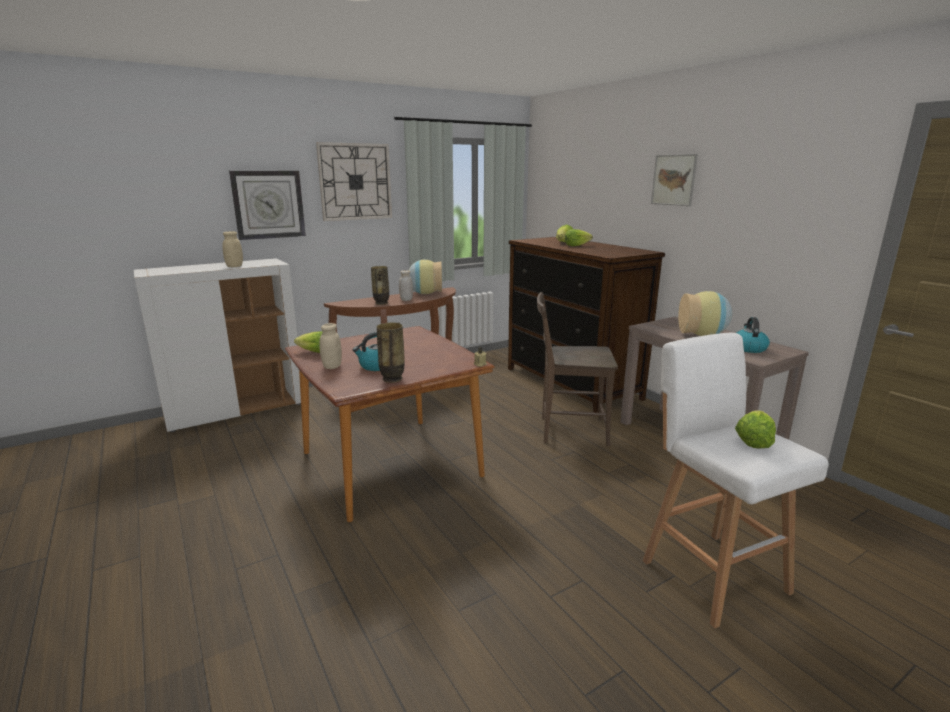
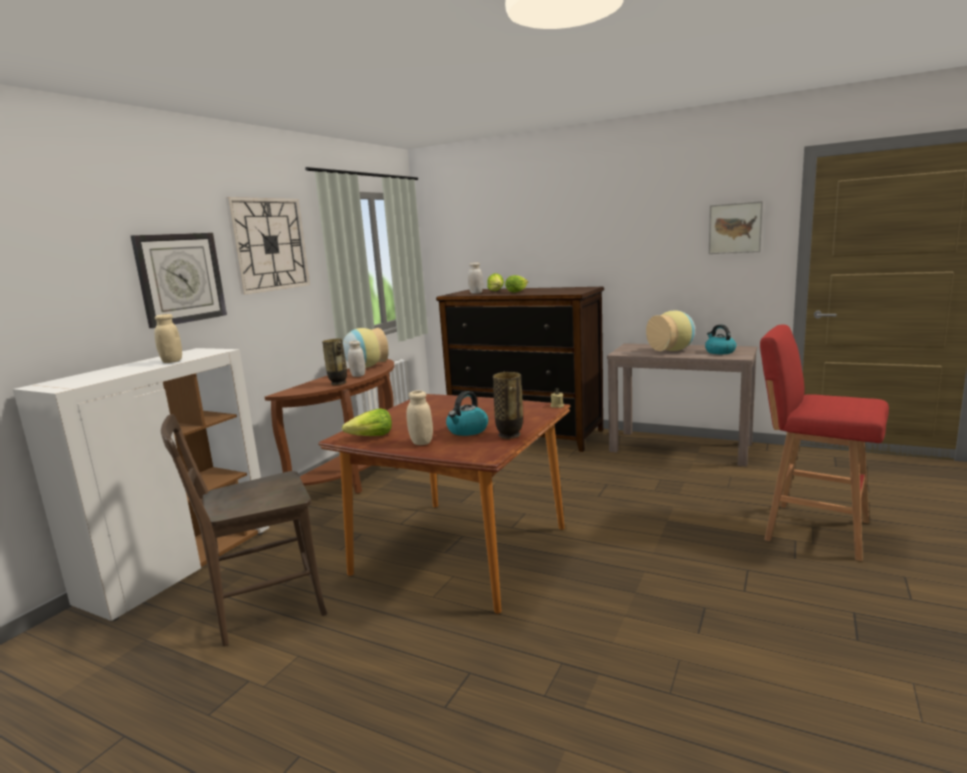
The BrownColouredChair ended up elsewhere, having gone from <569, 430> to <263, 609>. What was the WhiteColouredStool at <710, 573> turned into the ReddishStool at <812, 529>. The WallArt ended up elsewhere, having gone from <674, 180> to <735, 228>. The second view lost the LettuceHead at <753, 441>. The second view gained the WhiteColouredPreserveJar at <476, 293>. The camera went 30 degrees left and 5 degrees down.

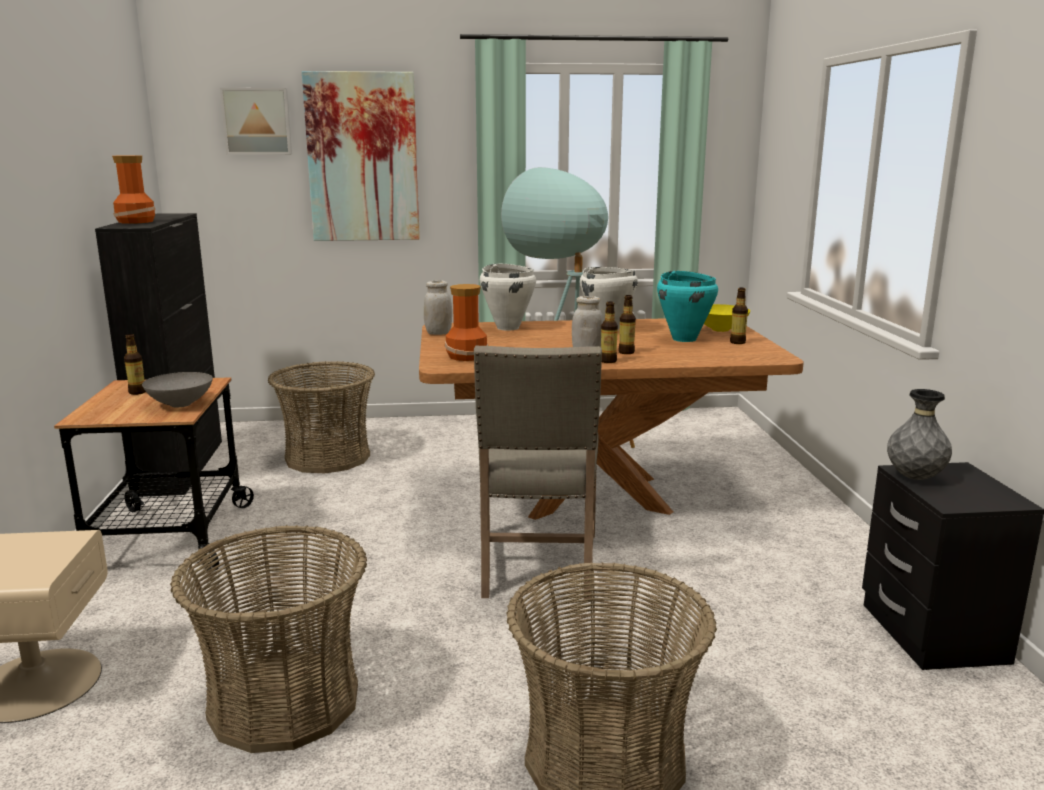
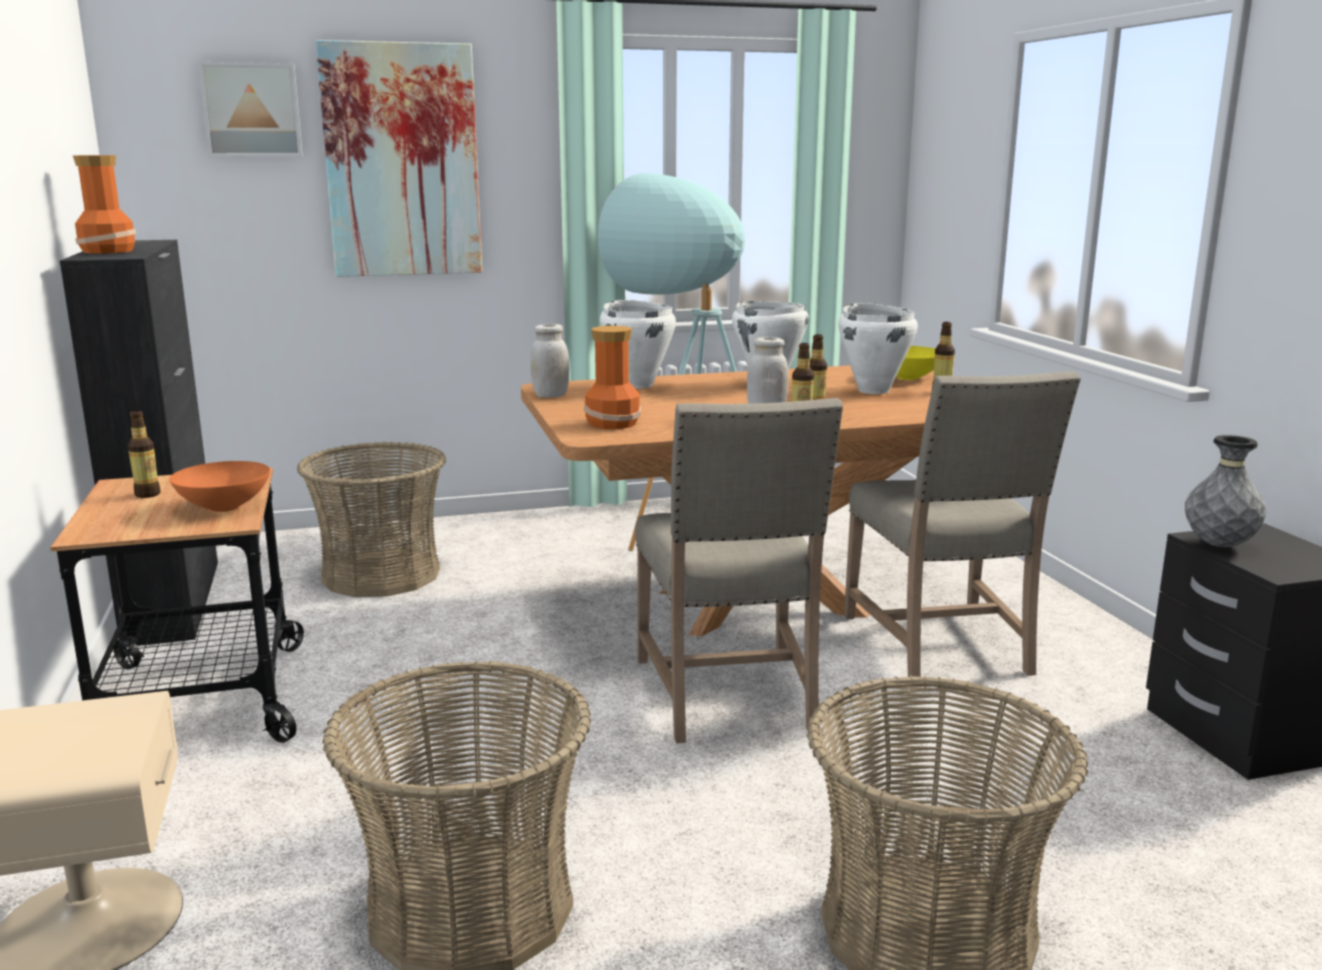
What was the GreyBowl at <181, 404> turned into the OrangeBowl at <226, 507>. What was the BlueGreenStockpot at <684, 339> turned into the WhiteColouredStockpot at <873, 390>. The second view gained the BeigeChair at <942, 646>. The camera went 10 degrees left and 0 degrees up.

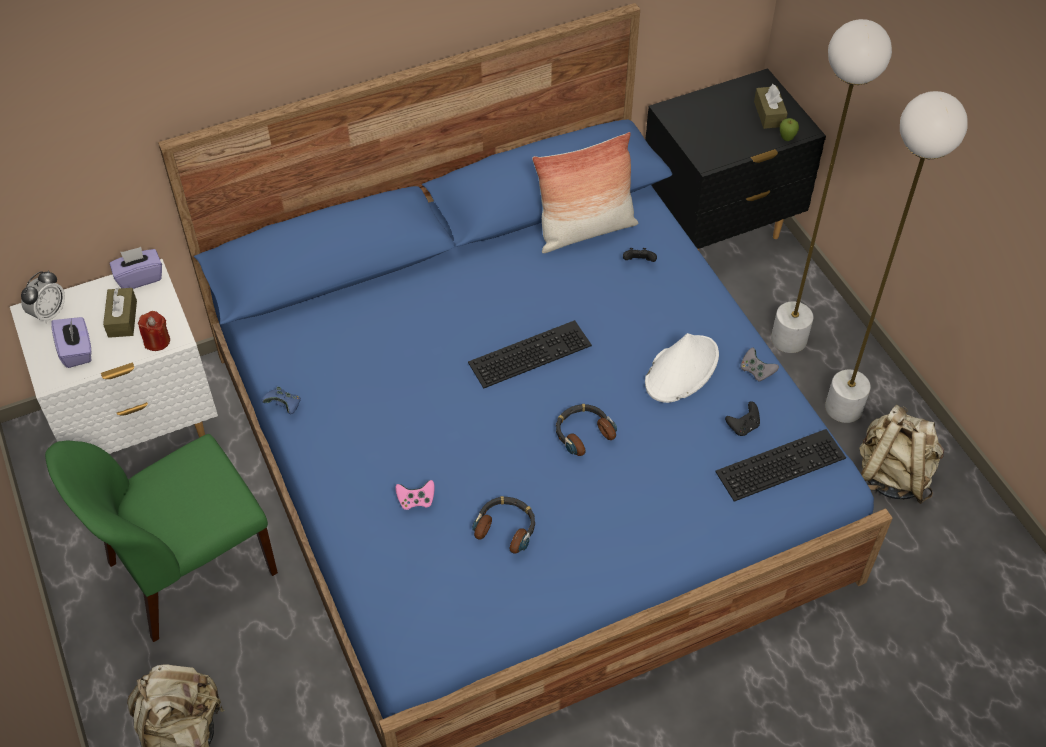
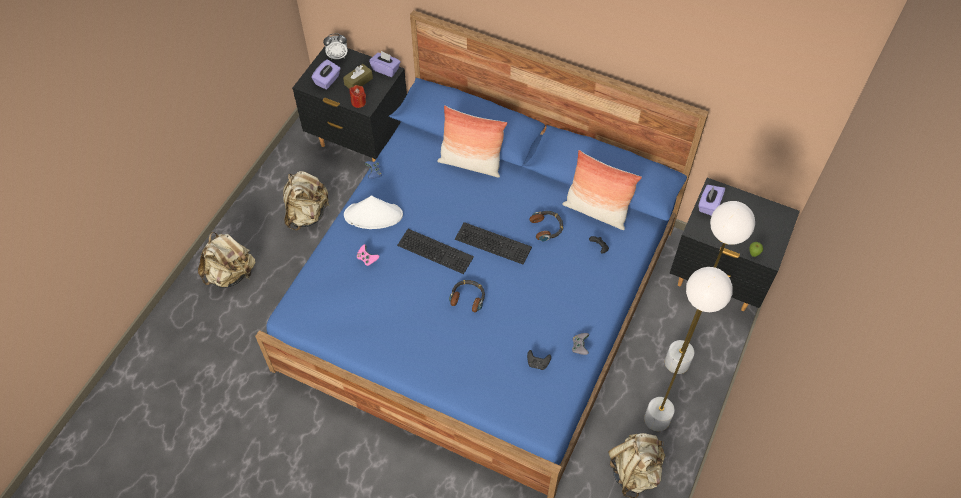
What was the WhiteColouredNightTable at <141, 429> turned into the BlackNightTable at <359, 141>. Where the GreenChair stood at <188, 569>, the BeigeBackpack came to stand at <307, 214>. The Headset ended up elsewhere, having gone from <506, 527> to <547, 227>. The WhiteColouredClothingHat ended up elsewhere, having gone from <682, 369> to <373, 215>. The Keyboard ended up elsewhere, having gone from <780, 462> to <436, 250>. The second view lost the BrownColouredTissueBox at <769, 114>. The second view gained the Cushion at <471, 163>. The second view gained the PurpleColouredTissueBox at <709, 205>. The camera went 50 degrees right and 5 degrees up.

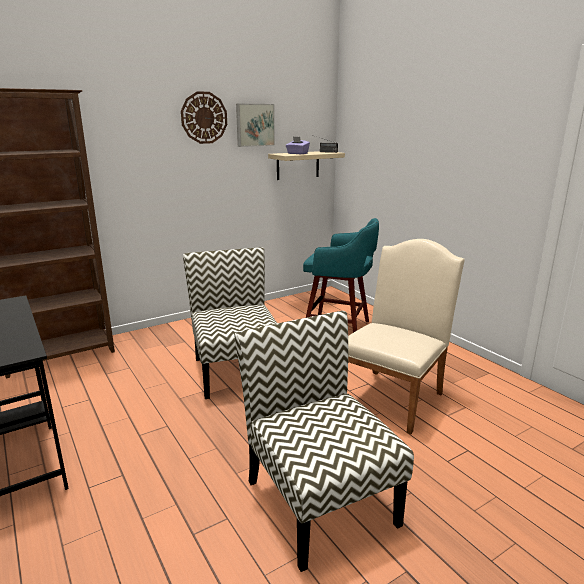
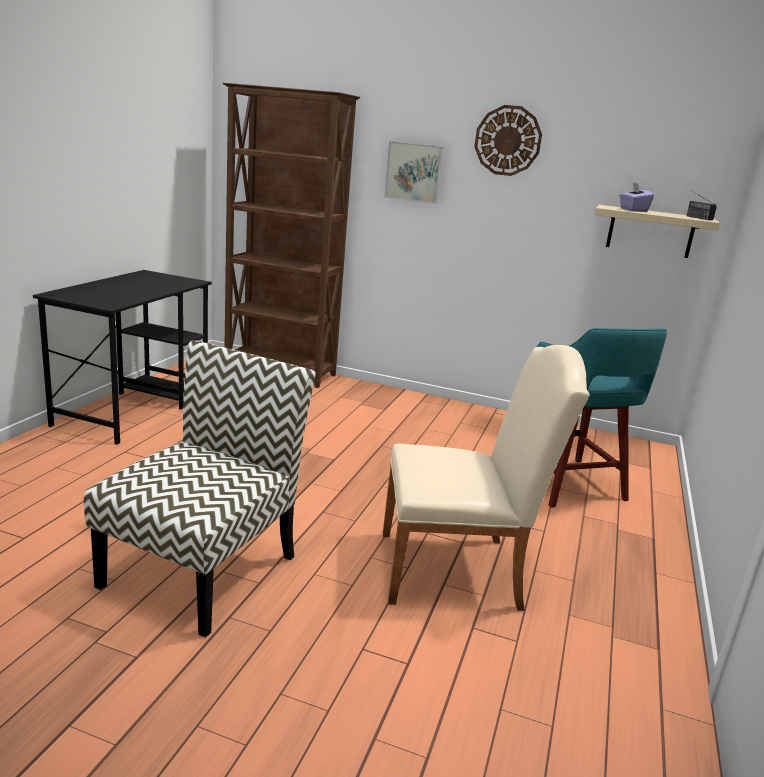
The second view lost the Chair at <235, 371>. The WallArt ended up elsewhere, having gone from <254, 125> to <414, 172>. The camera went 50 degrees right and 0 degrees up.

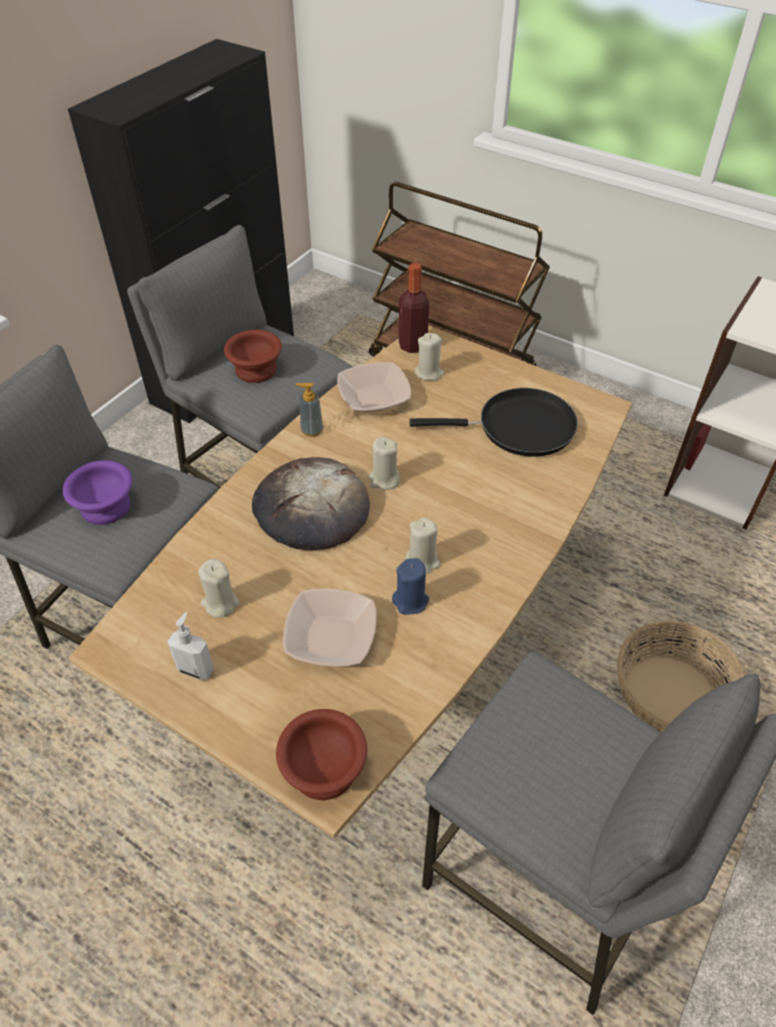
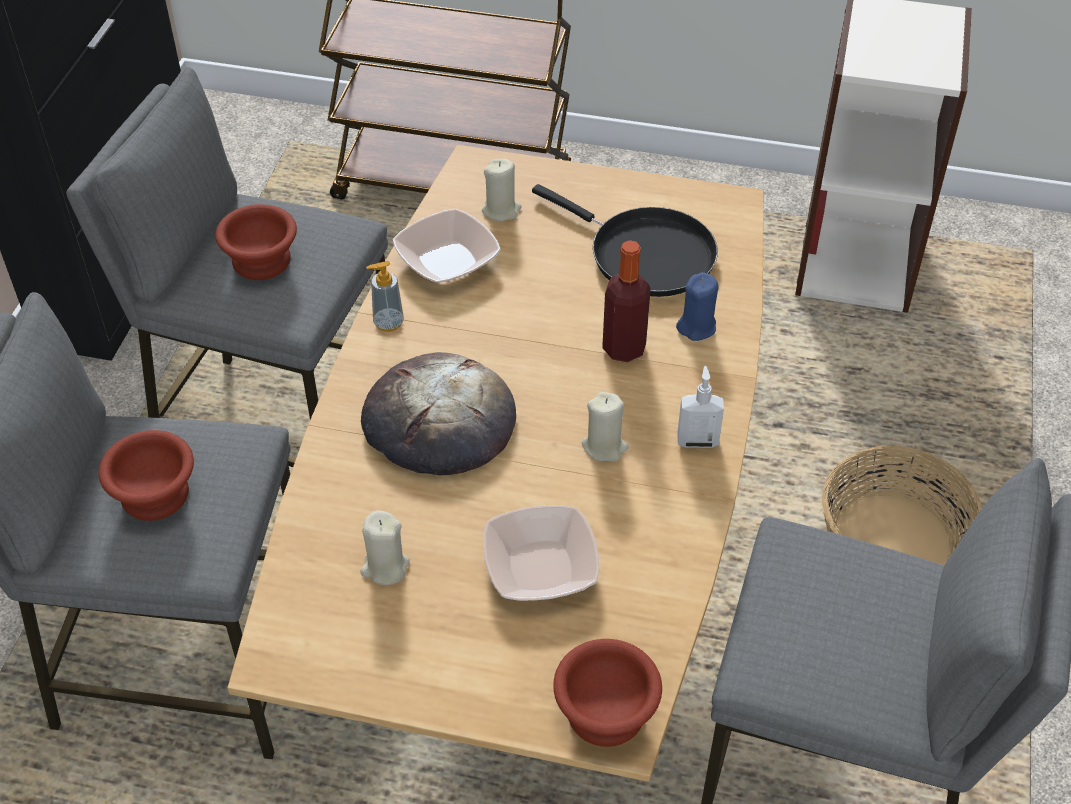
What was the PurpleColouredBowl at <108, 506> turned into the BrownColouredBowl at <157, 493>. The SoapBottle ended up elsewhere, having gone from <196, 669> to <697, 440>. The second view lost the BeigeWaxLight at <384, 479>. The BlueColouredWaxLight ended up elsewhere, having gone from <411, 601> to <696, 327>. The Bottle ended up elsewhere, having gone from <412, 345> to <624, 348>. The BlackSkillet at <519, 428> ended up facing another way, 60 degrees clockwise from before. The camera went 20 degrees left and 0 degrees up.

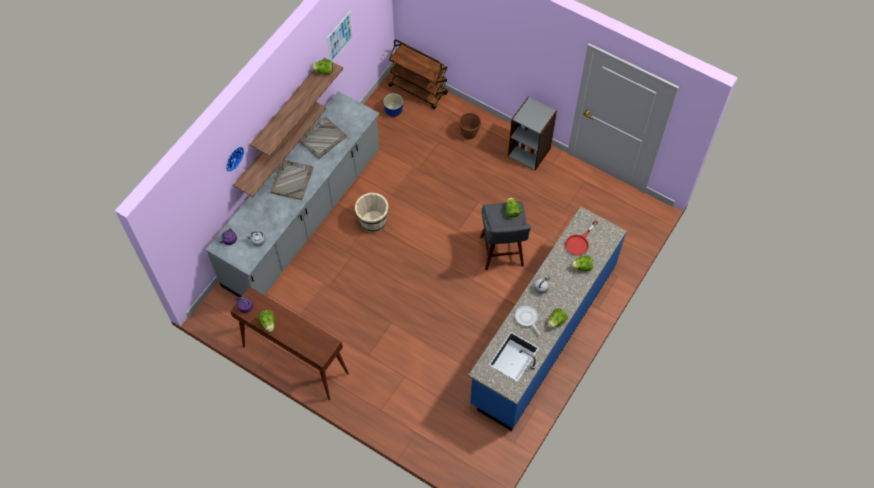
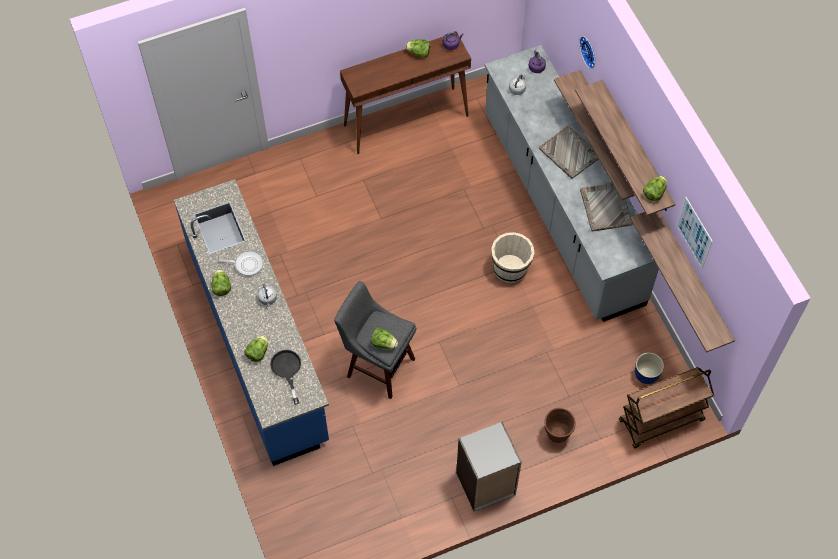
What was the ReddishSkillet at <579, 242> turned into the BlackSkillet at <287, 370>. The second view gained the Shelf at <692, 278>. The camera went 125 degrees right and 0 degrees up.

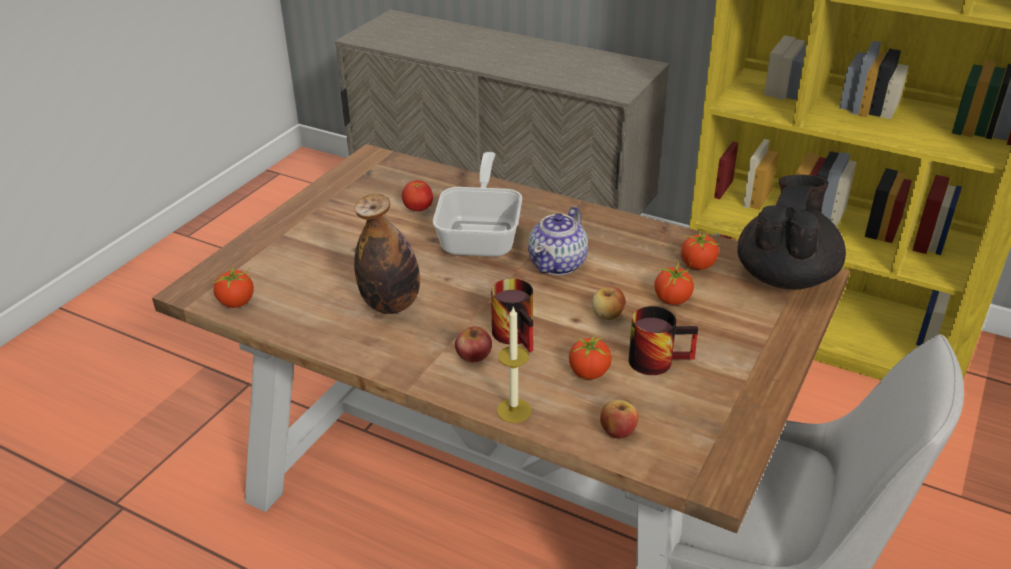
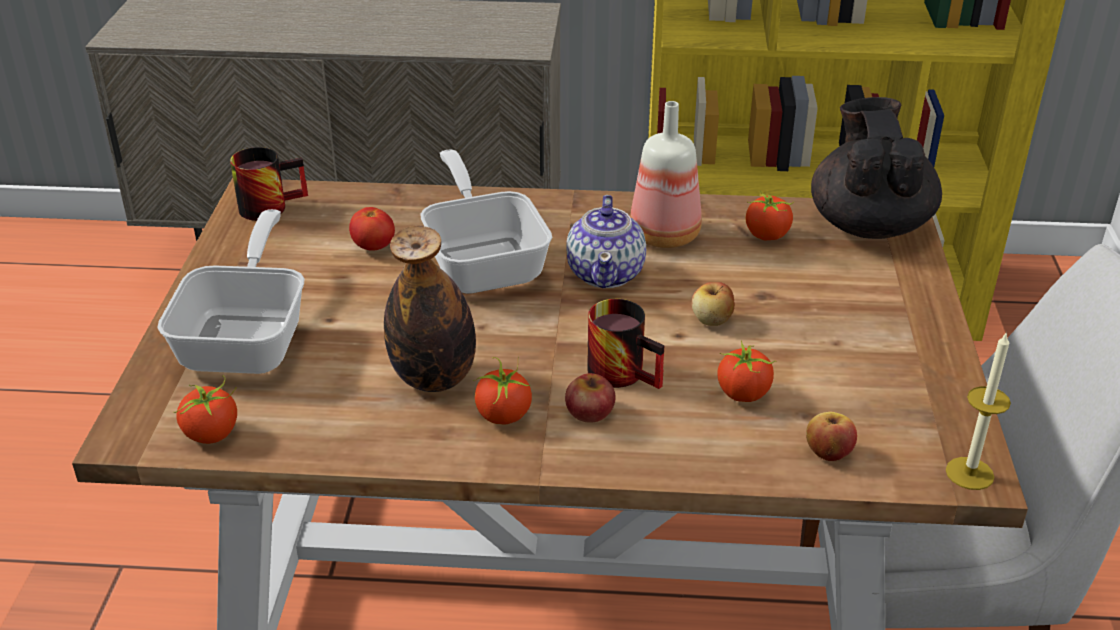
The WaxLight ended up elsewhere, having gone from <514, 410> to <969, 473>. The TeaMug ended up elsewhere, having gone from <658, 358> to <270, 204>. The FreshTomato ended up elsewhere, having gone from <672, 299> to <503, 415>. The second view gained the Skillet at <249, 337>. The second view gained the Bottle at <664, 234>. The camera went 25 degrees left and 0 degrees up.

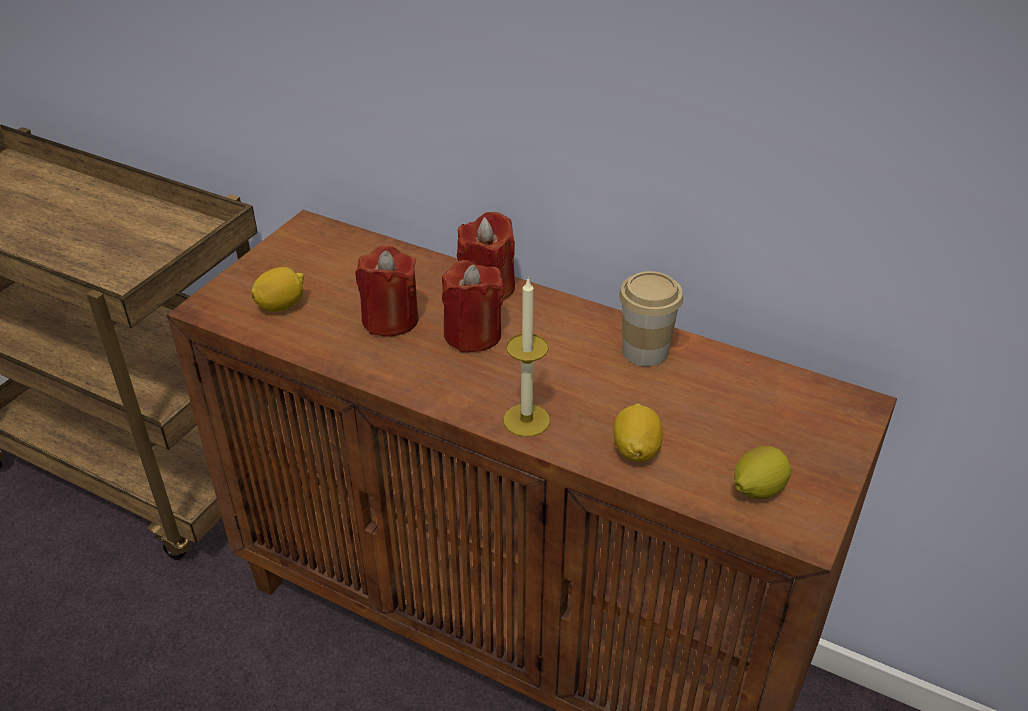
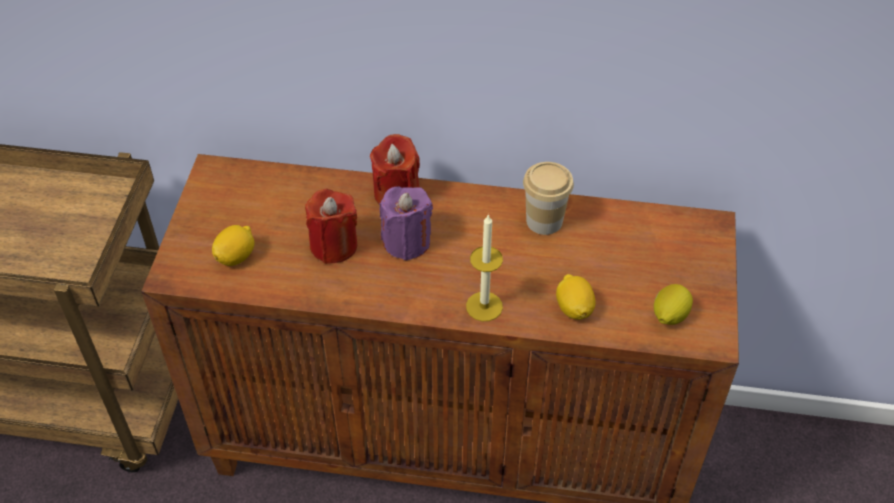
What was the ReddishWaxLight at <472, 334> turned into the PurpleColouredWaxLight at <406, 241>. The camera went 20 degrees left and 10 degrees up.

